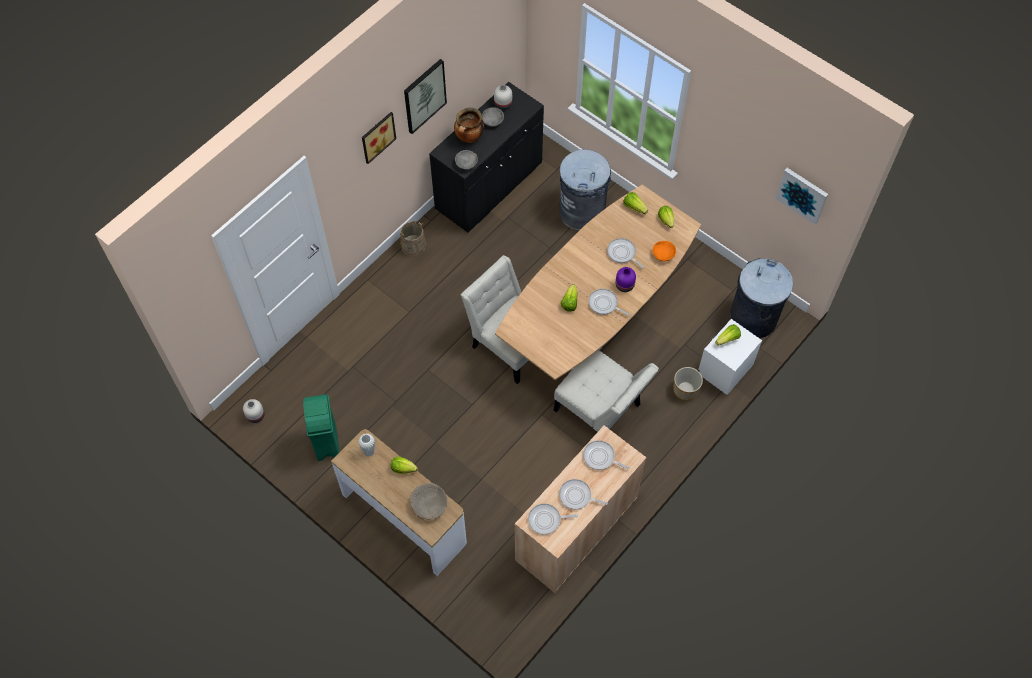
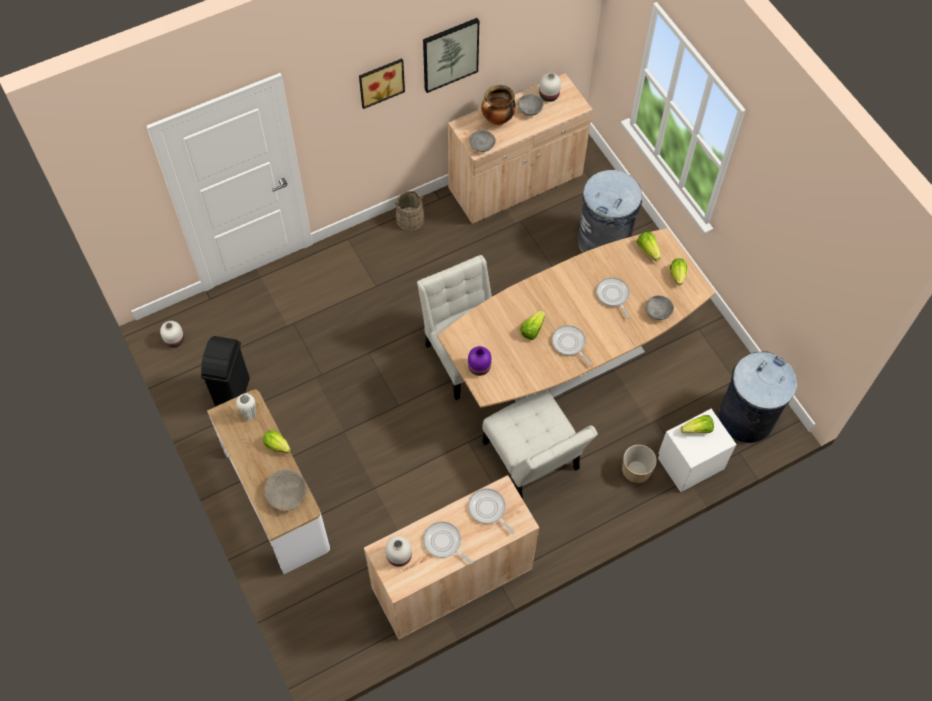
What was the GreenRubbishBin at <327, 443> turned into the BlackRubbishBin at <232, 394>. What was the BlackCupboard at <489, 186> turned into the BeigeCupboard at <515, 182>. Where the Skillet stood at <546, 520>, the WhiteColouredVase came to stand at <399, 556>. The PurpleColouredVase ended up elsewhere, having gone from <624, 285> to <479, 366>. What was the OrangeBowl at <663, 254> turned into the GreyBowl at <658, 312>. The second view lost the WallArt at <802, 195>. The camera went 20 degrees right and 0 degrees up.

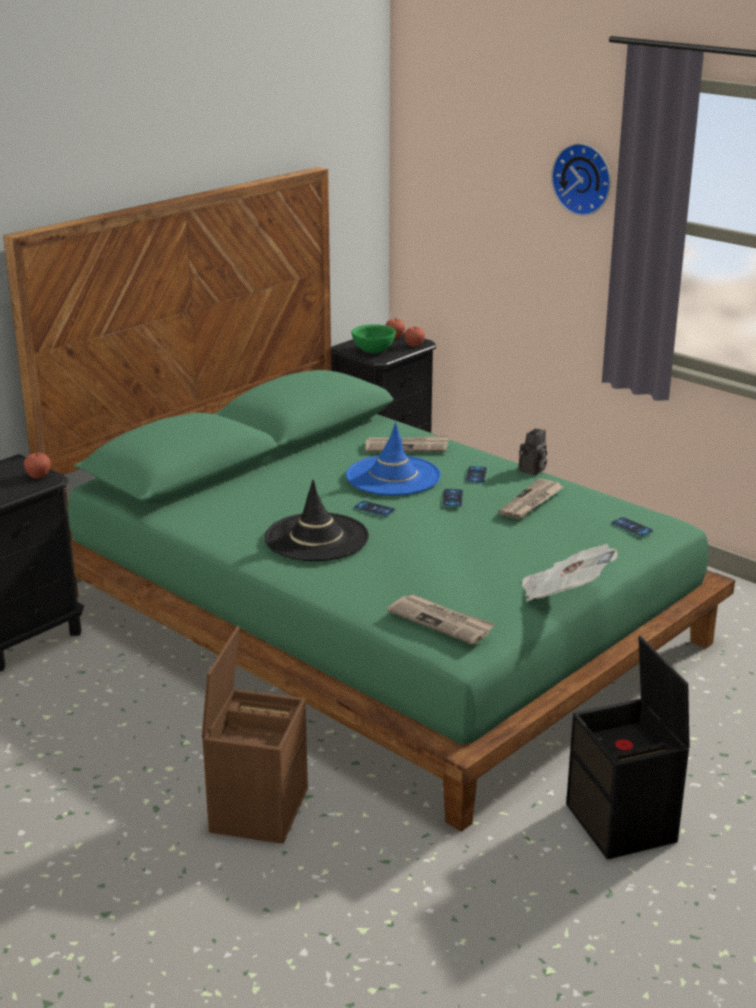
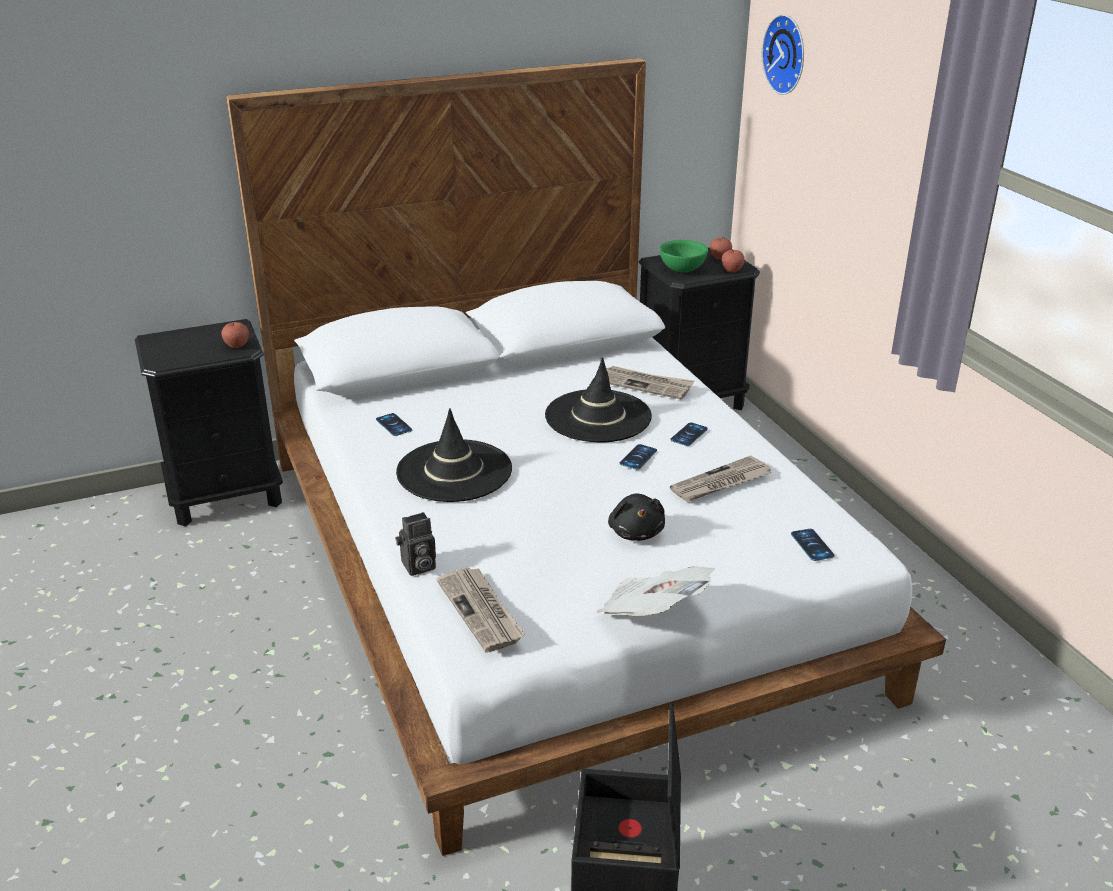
What was the GreenBed at <378, 620> turned into the WhiteColouredBed at <558, 567>. The second view lost the BrownColouredStorageBin at <258, 808>. What was the BlueColouredClothingHat at <393, 476> turned into the BlackClothingHat at <598, 416>. The Handset ended up elsewhere, having gone from <374, 509> to <394, 425>. The PhotoCamera ended up elsewhere, having gone from <532, 471> to <417, 567>. The ClockOnTheWall ended up elsewhere, having gone from <584, 178> to <788, 54>. The second view gained the BlackPlushToy at <636, 532>. The camera went 25 degrees right and 5 degrees up.

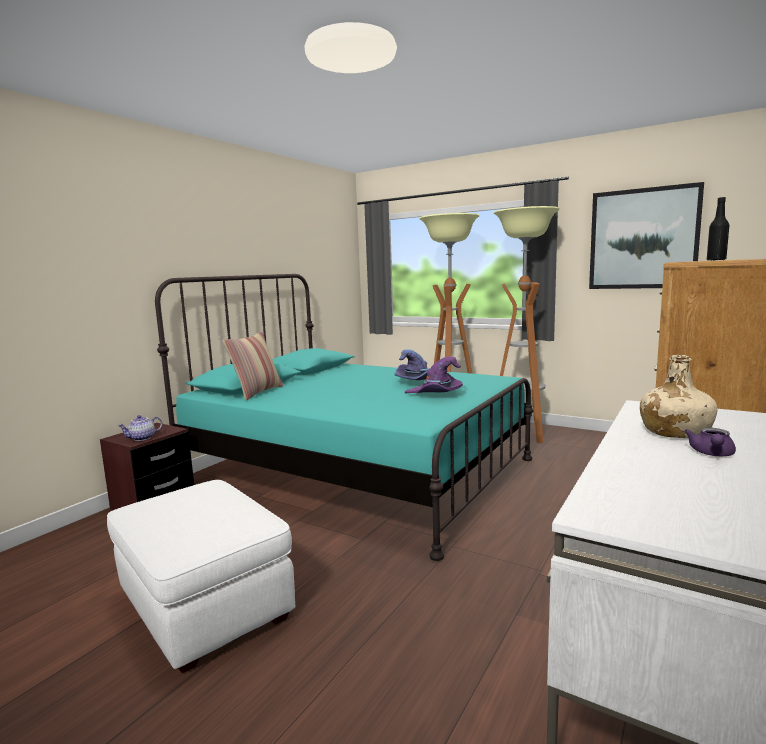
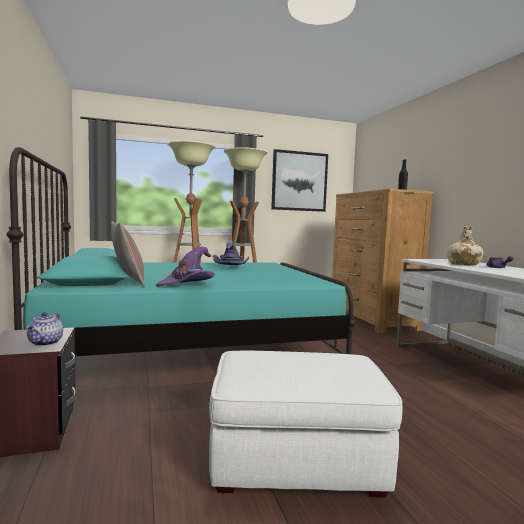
The PurpleColouredClothingHat ended up elsewhere, having gone from <436, 394> to <188, 284>. The camera went 50 degrees left and 5 degrees down.

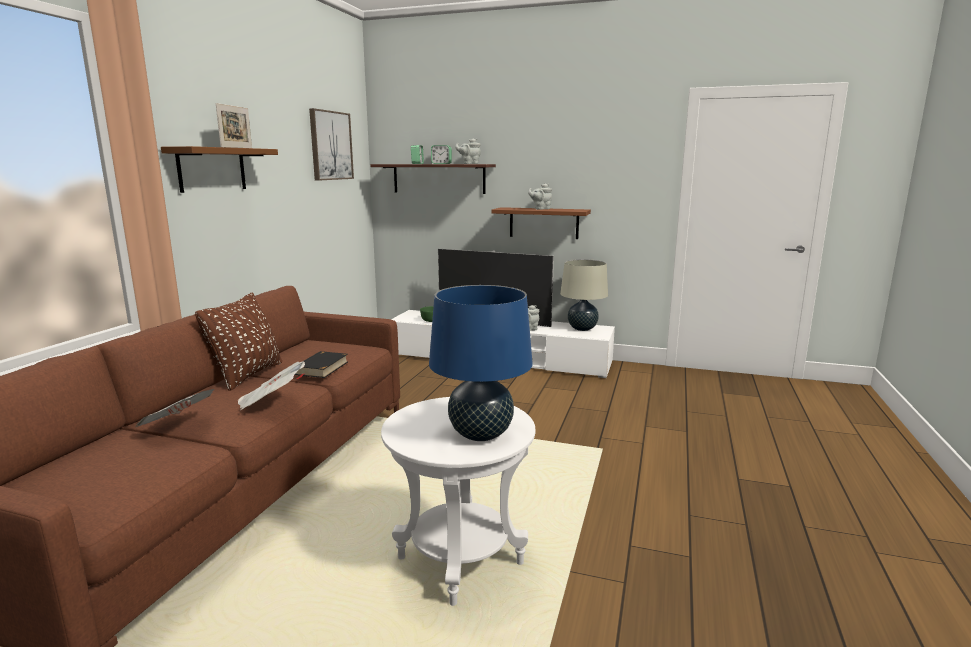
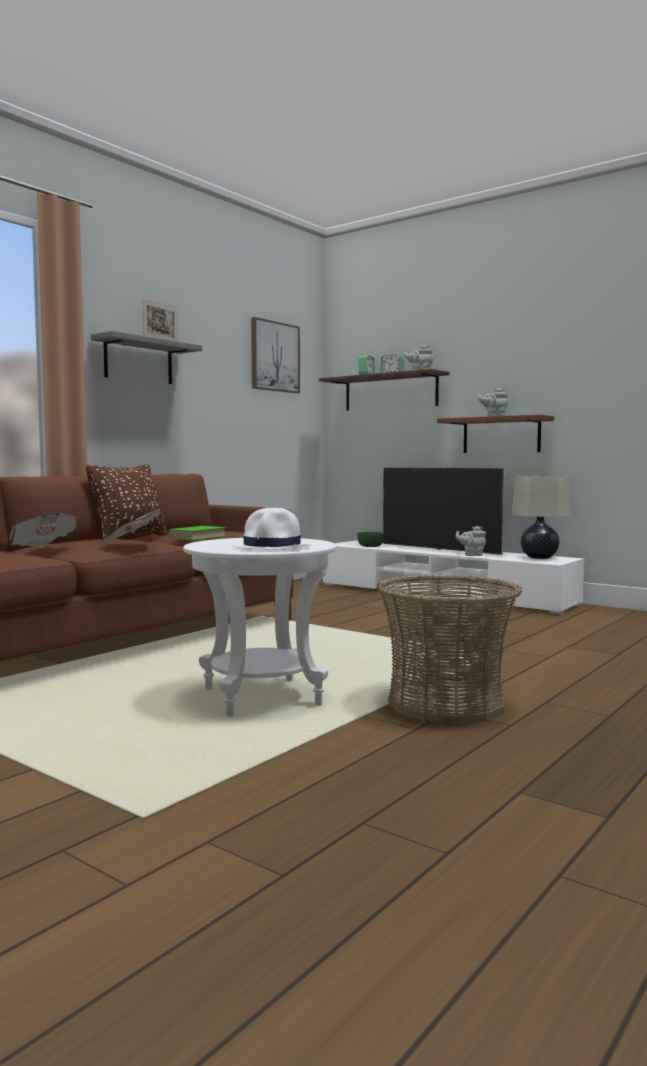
What was the BrownColouredShelf at <212, 169> turned into the GreyShelf at <138, 361>. What was the BlackVolume at <321, 368> turned into the GreenVolume at <197, 537>. Where the BlueColouredTabletopLamp stood at <480, 434>, the WhiteColouredClothingHat came to stand at <272, 547>. The second view gained the StorageBasket at <446, 704>. The camera went 20 degrees right and 10 degrees down.

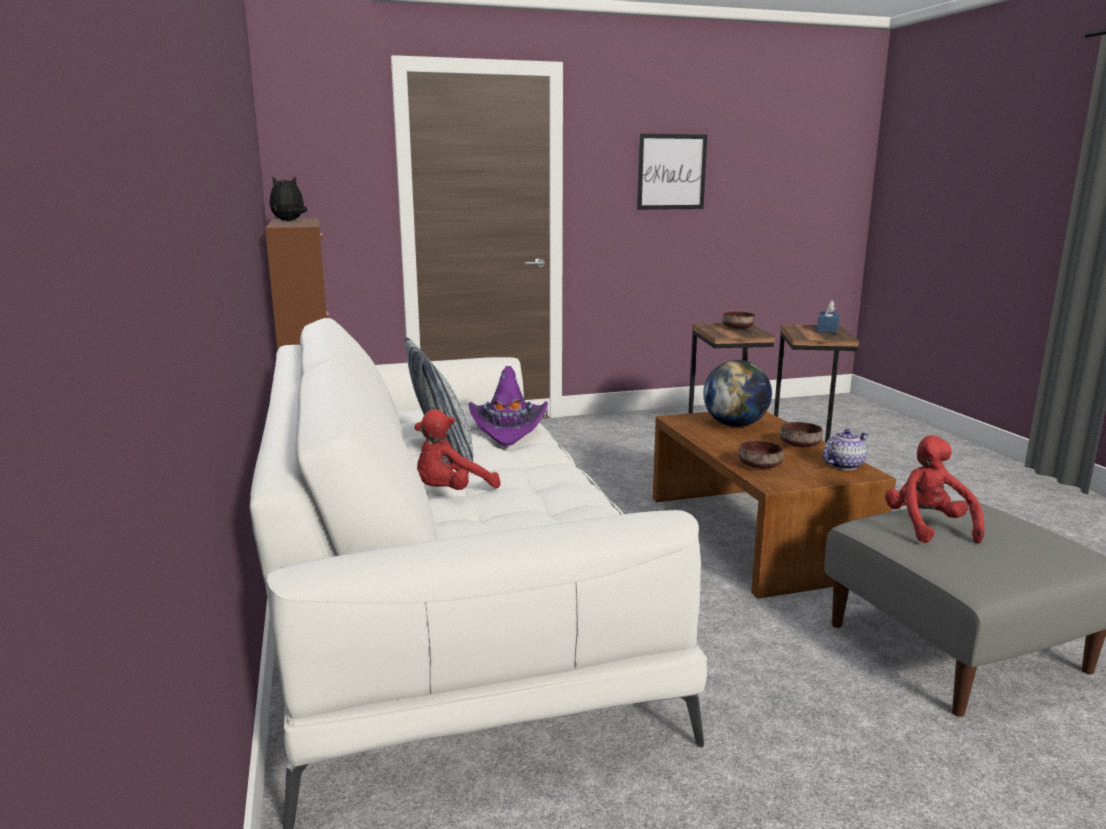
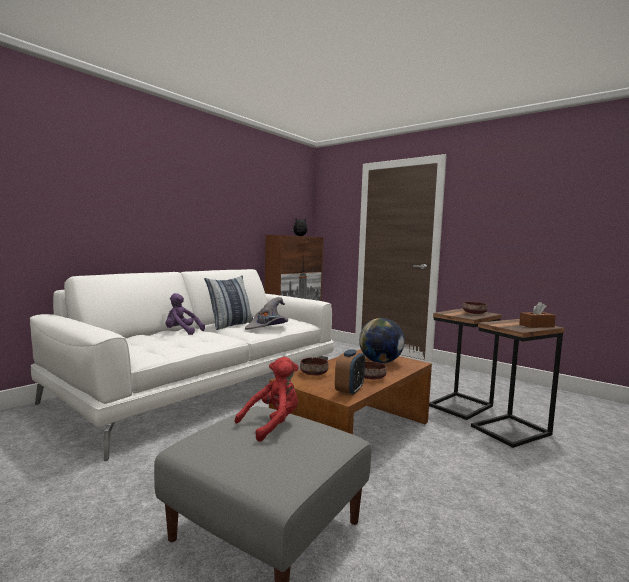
What was the ReddishPlushToy at <451, 492> turned into the PurpleColouredPlushToy at <181, 332>. What was the PurpleColouredClothingHat at <508, 430> turned into the GreyClothingHat at <268, 327>. The second view lost the WallArt at <671, 172>. What was the BlueColouredTissueBox at <827, 329> turned into the BrownColouredTissueBox at <536, 325>. Where the PotForTea stood at <842, 465>, the TableClock came to stand at <349, 391>. The camera went 55 degrees right and 10 degrees down.

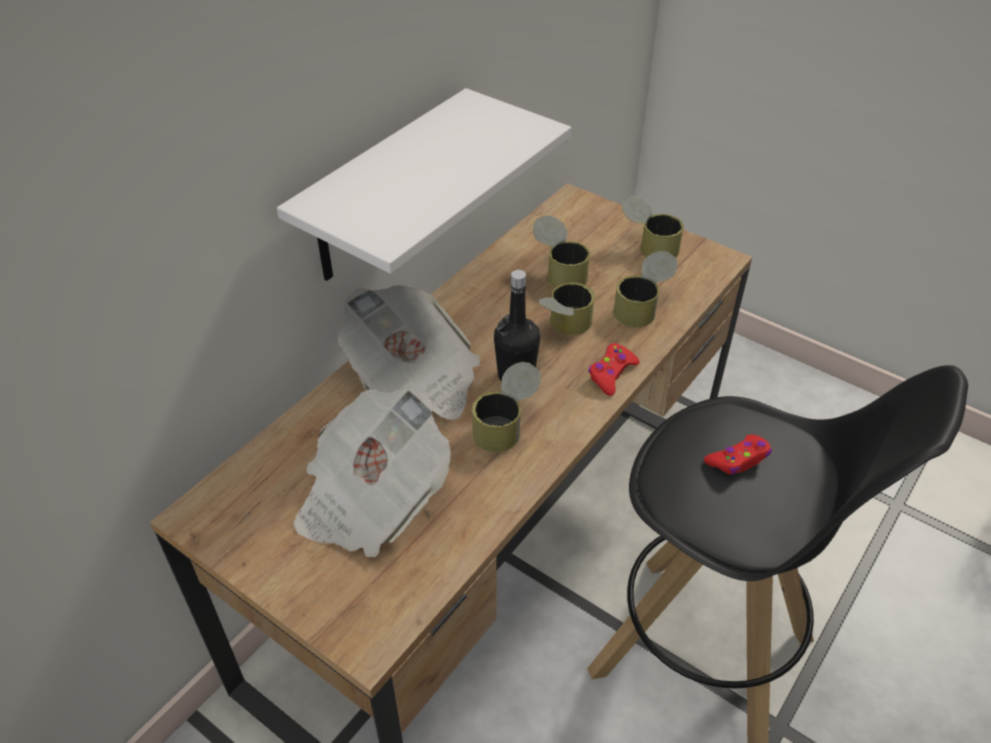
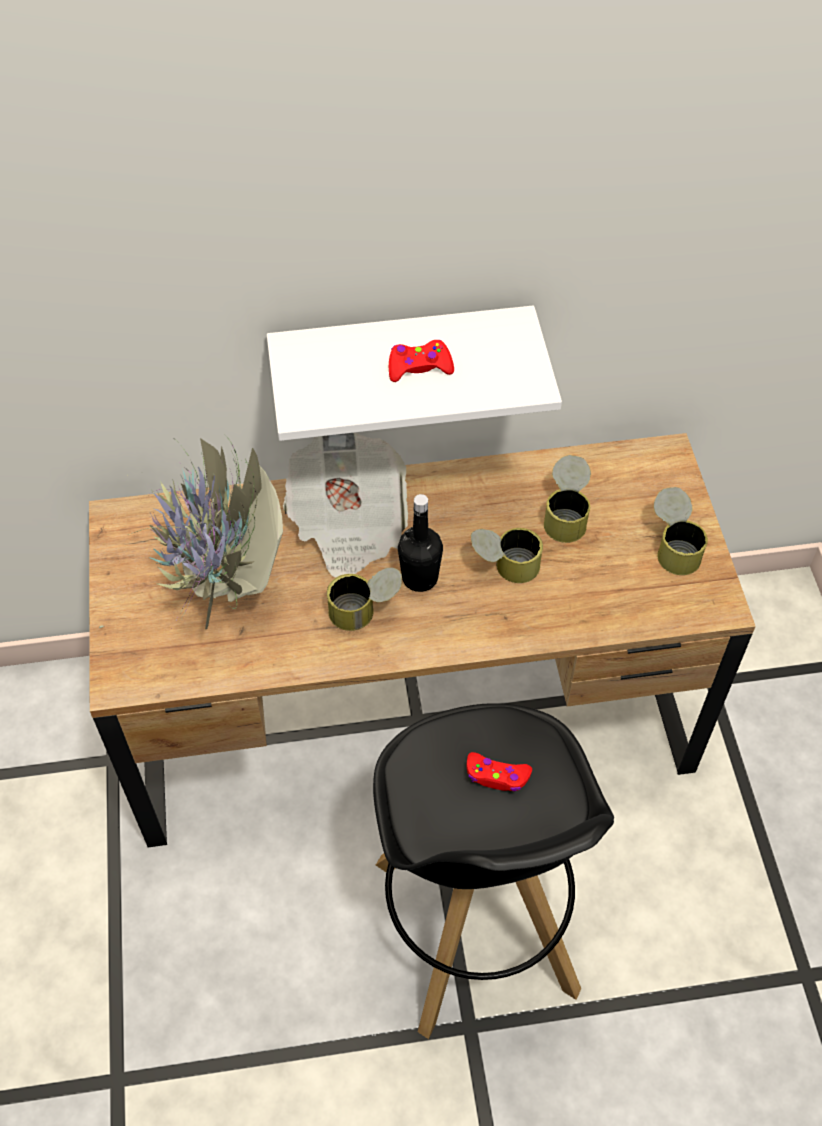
Where the Newspaper stood at <371, 498>, the Houseplant came to stand at <222, 591>. The ReddishGamepad ended up elsewhere, having gone from <611, 374> to <419, 367>. The second view lost the SealedCan at <642, 307>. The camera went 45 degrees right and 10 degrees up.

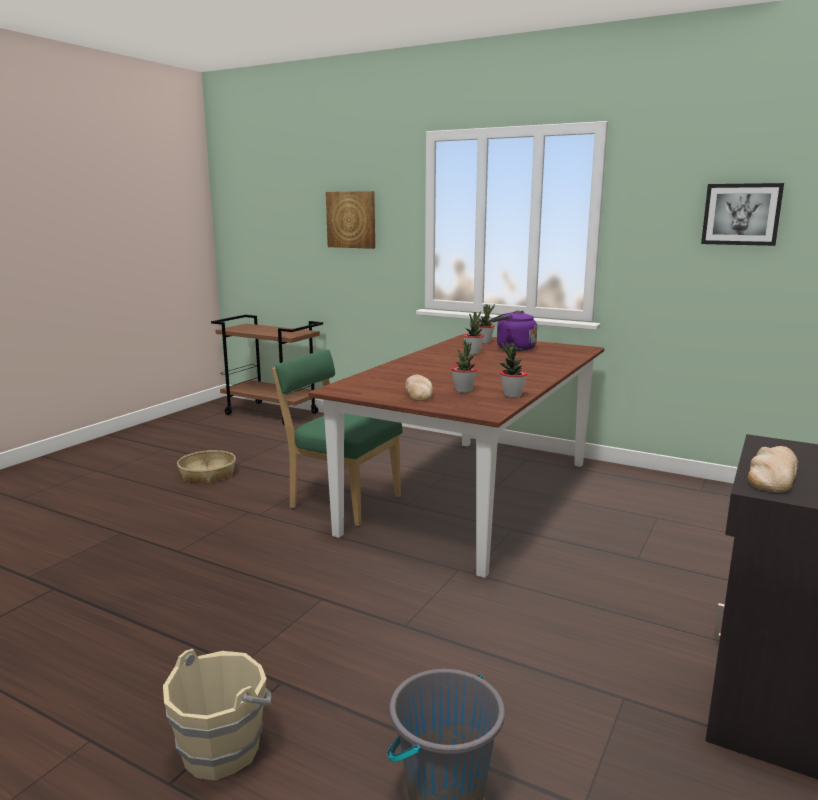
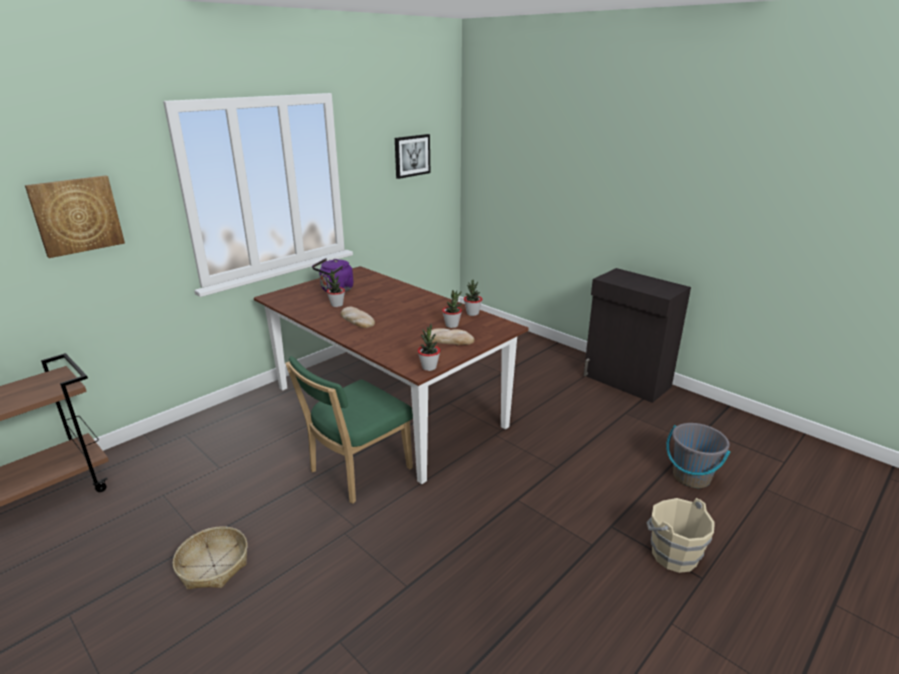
The Houseplant ended up elsewhere, having gone from <484, 342> to <429, 367>. The BakeryBread ended up elsewhere, having gone from <772, 474> to <356, 320>. The camera went 75 degrees left and 10 degrees up.

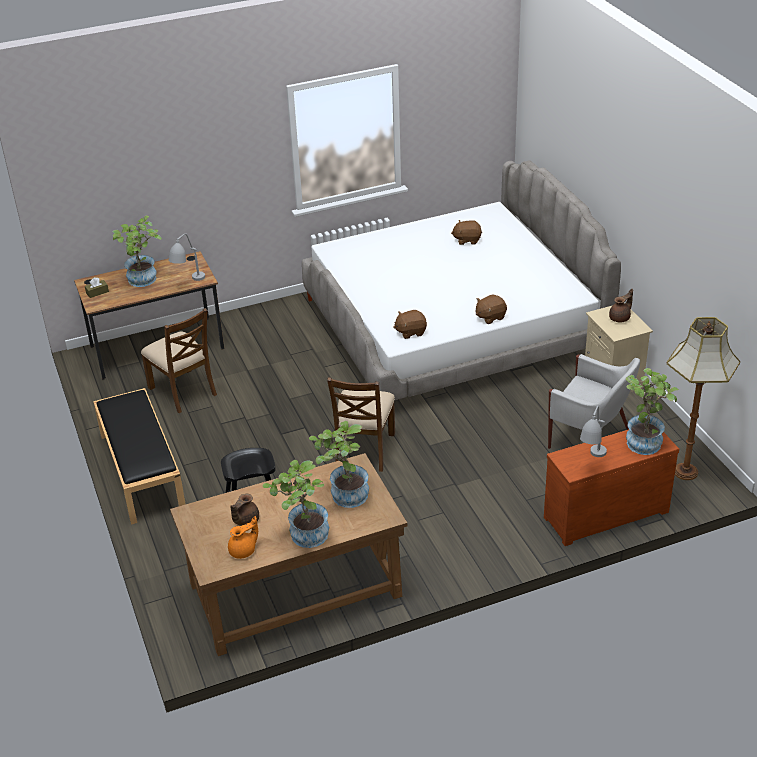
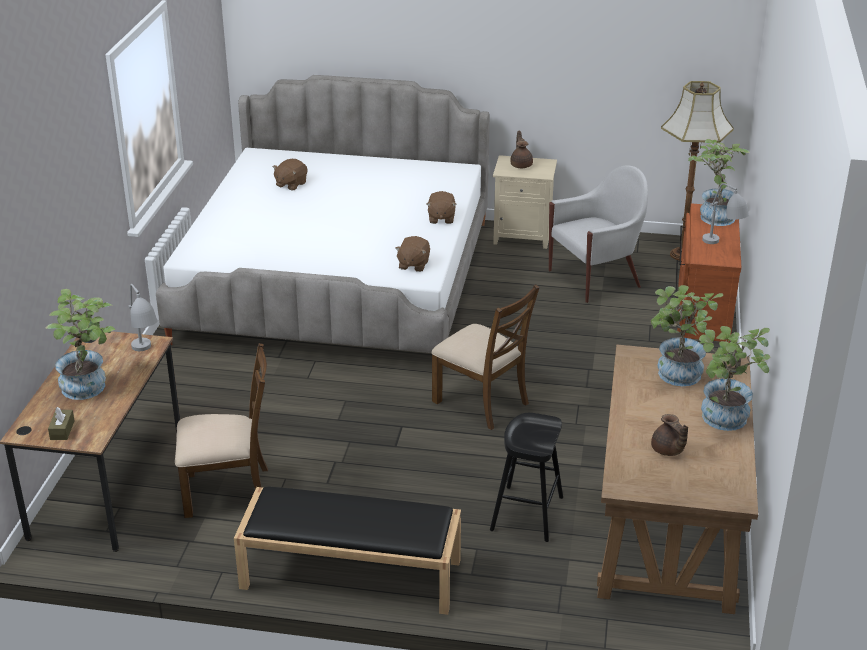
The second view lost the OrangePotForTea at <244, 551>. The camera went 60 degrees left and 5 degrees down.

